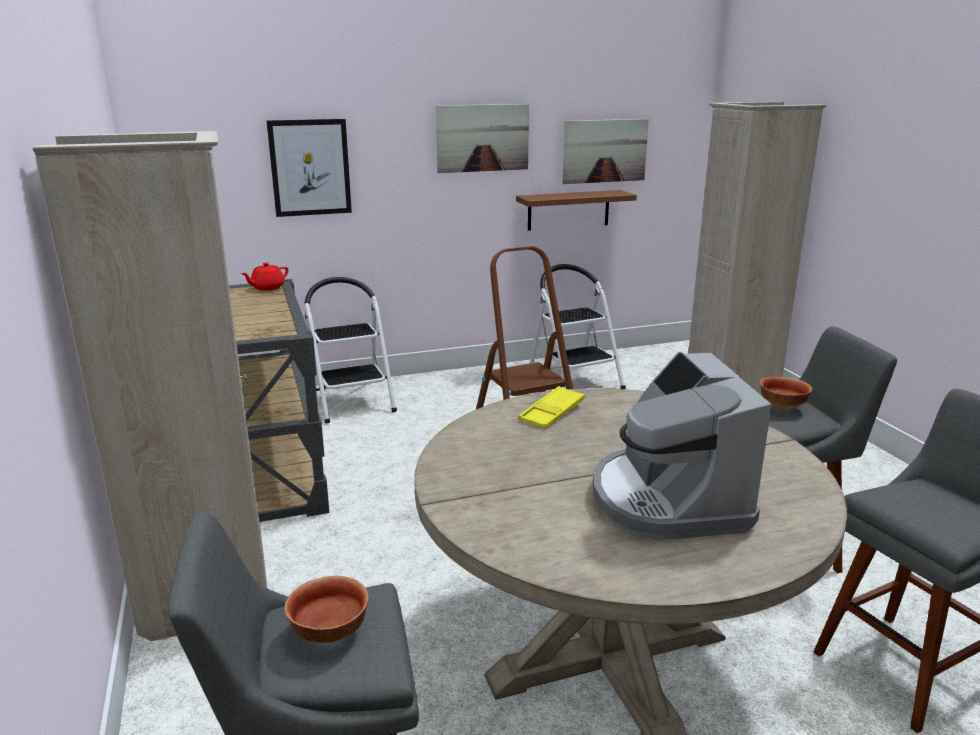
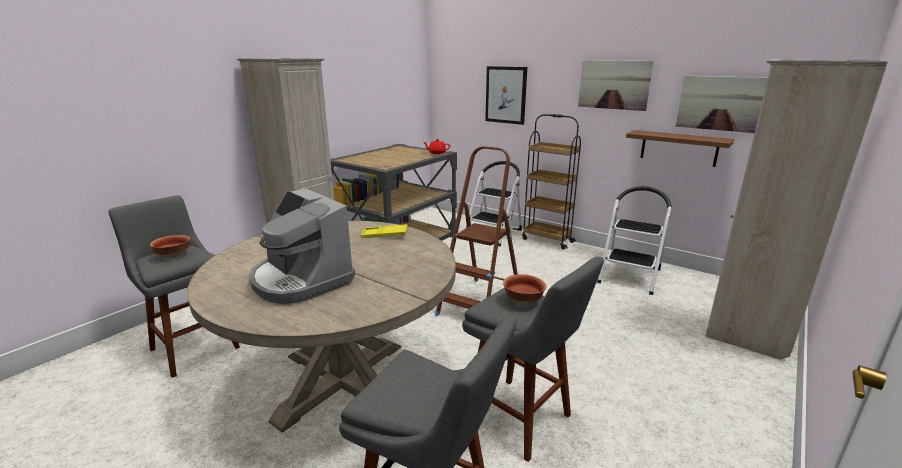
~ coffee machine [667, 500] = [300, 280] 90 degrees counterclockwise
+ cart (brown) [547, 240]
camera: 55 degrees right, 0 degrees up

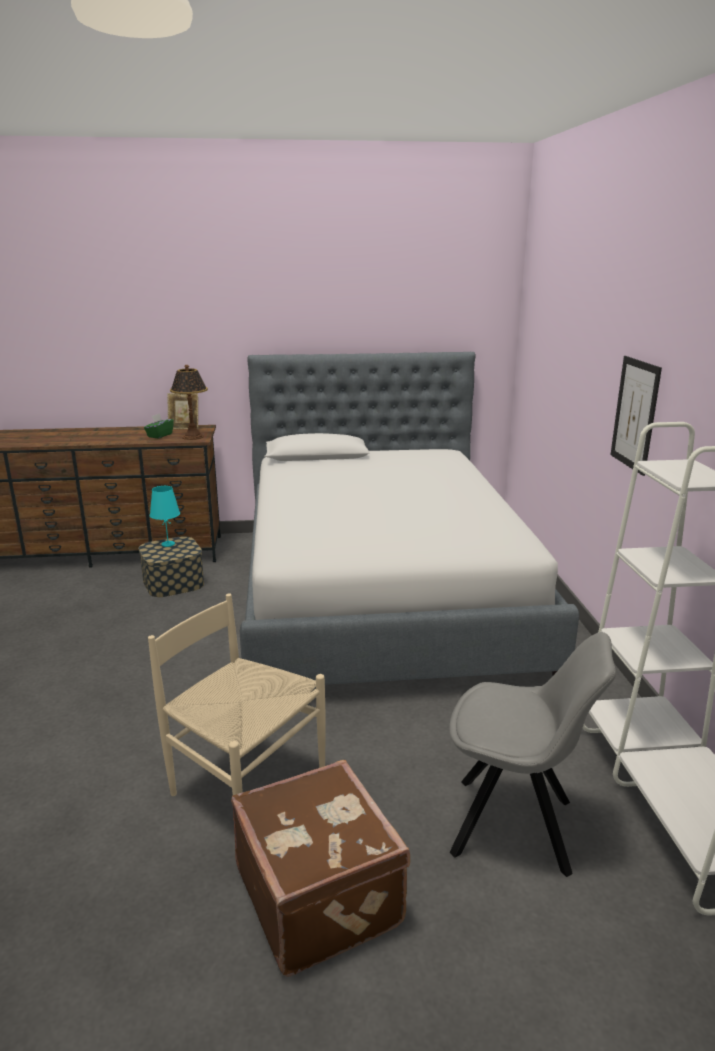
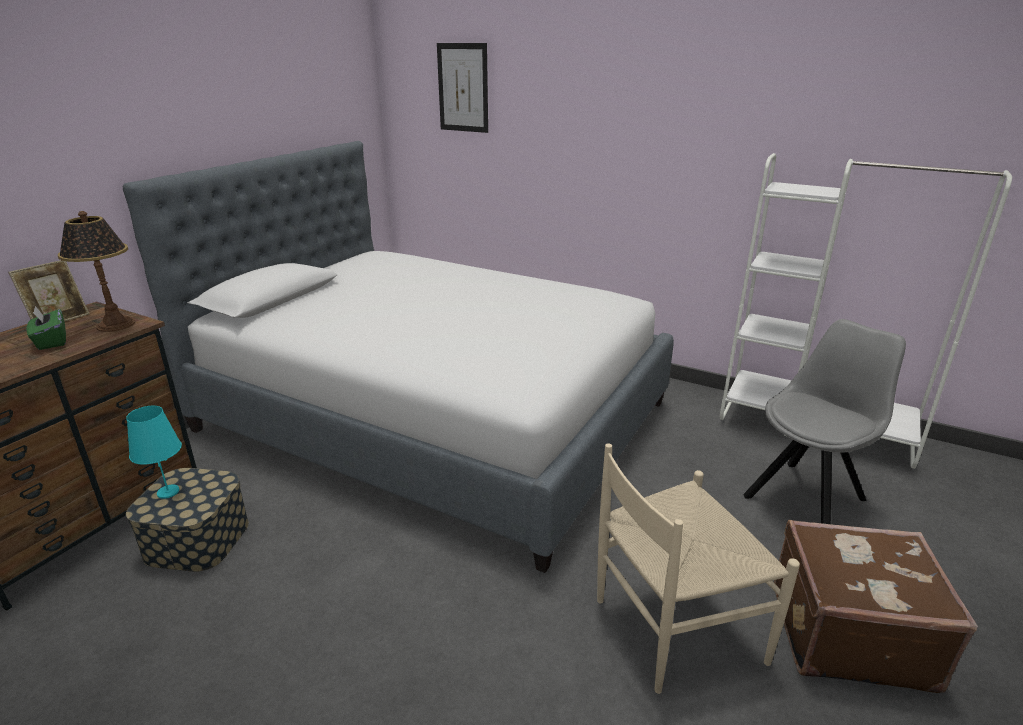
~ picture [635, 414] to [463, 88]
camera: 55 degrees left, 5 degrees up

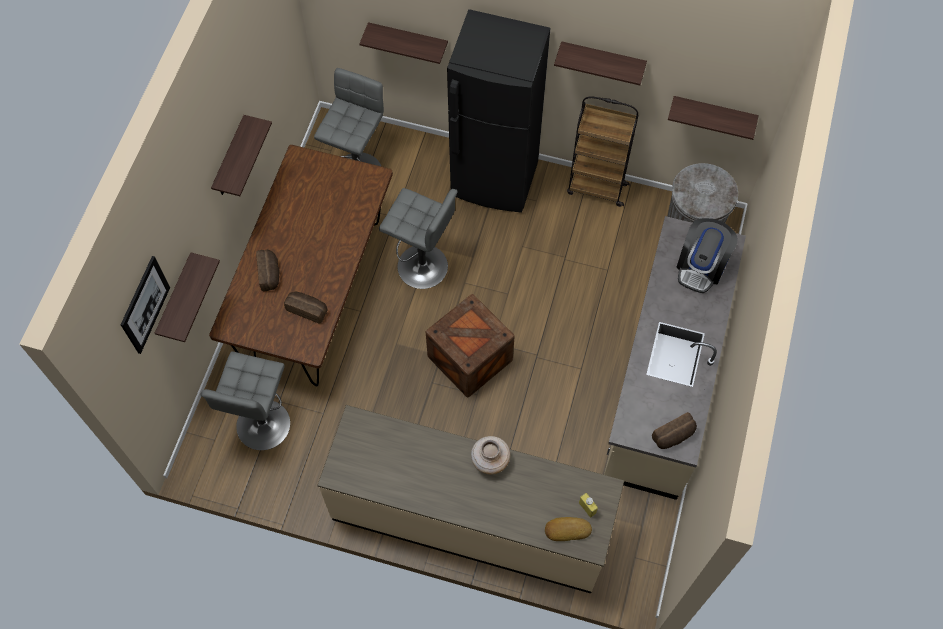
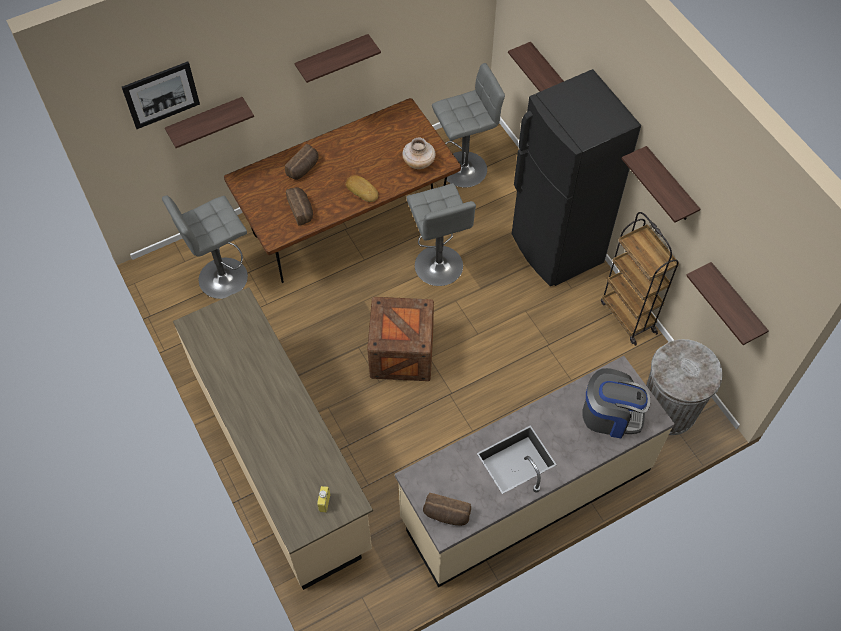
~ coffee machine [701, 266] = [610, 415] 150 degrees counterclockwise
~ vase (beige) [490, 460] to [418, 162]
~ bread [567, 529] to [362, 190]
camera: 45 degrees right, 5 degrees down

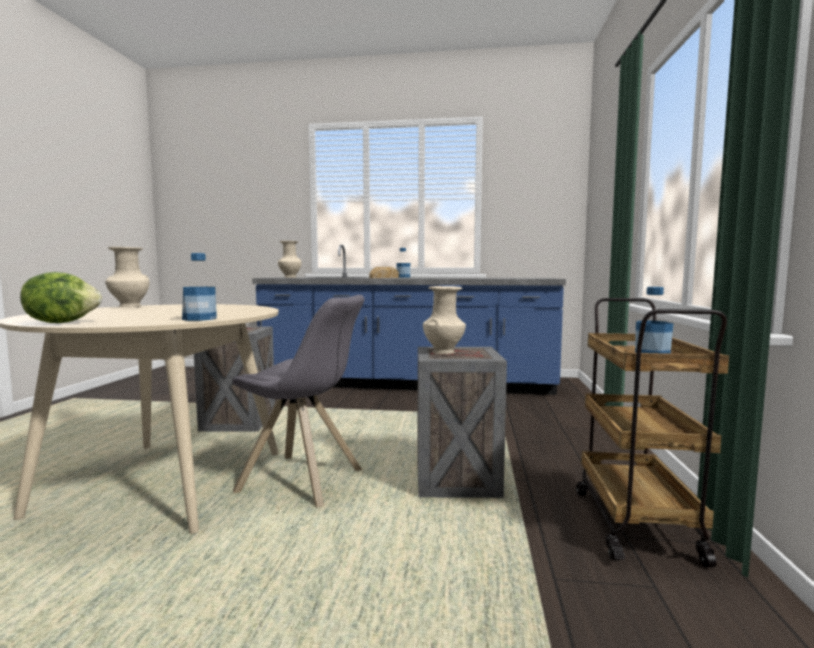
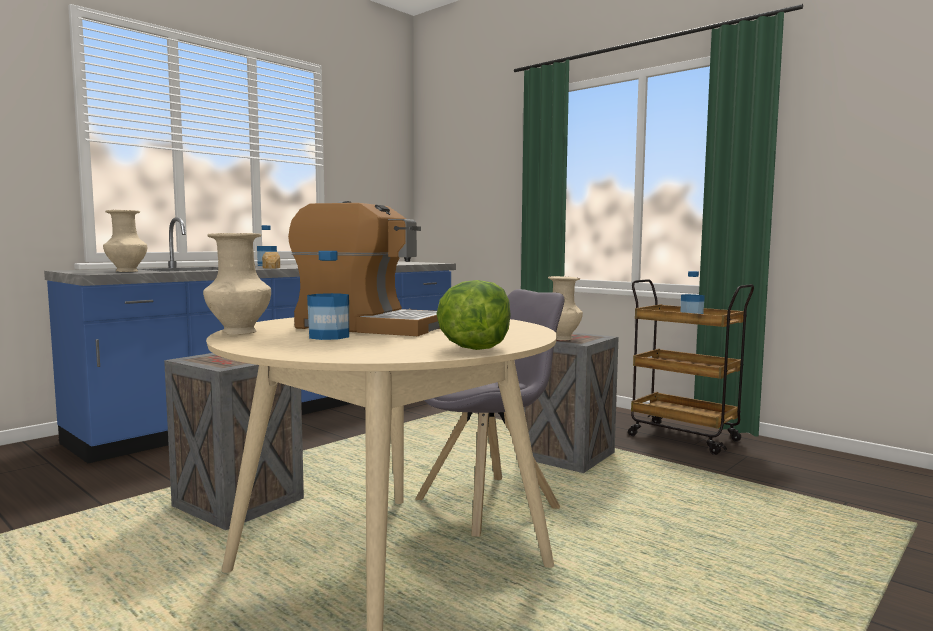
~ bottle [199, 319] to [329, 336]
+ coffee machine [370, 327]
camera: 55 degrees left, 0 degrees up

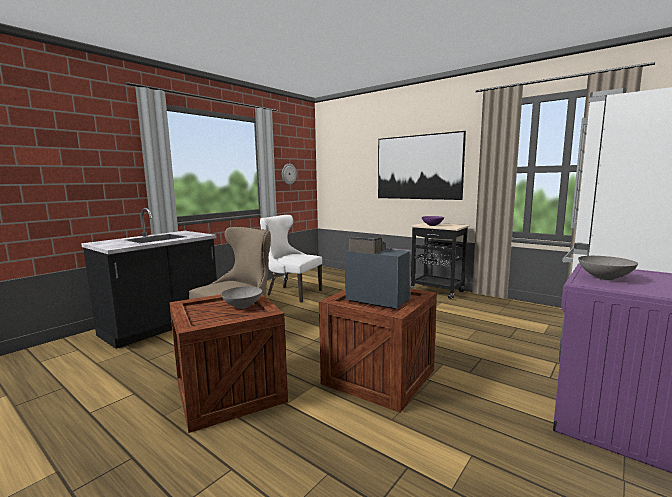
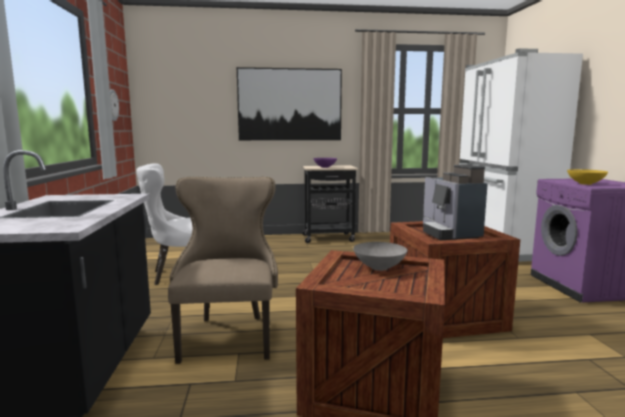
~ coffee machine [376, 299] = [449, 233] 90 degrees counterclockwise
~ bowl (grey) [605, 278] to bowl (yellow) [586, 184]
camera: 45 degrees left, 0 degrees up

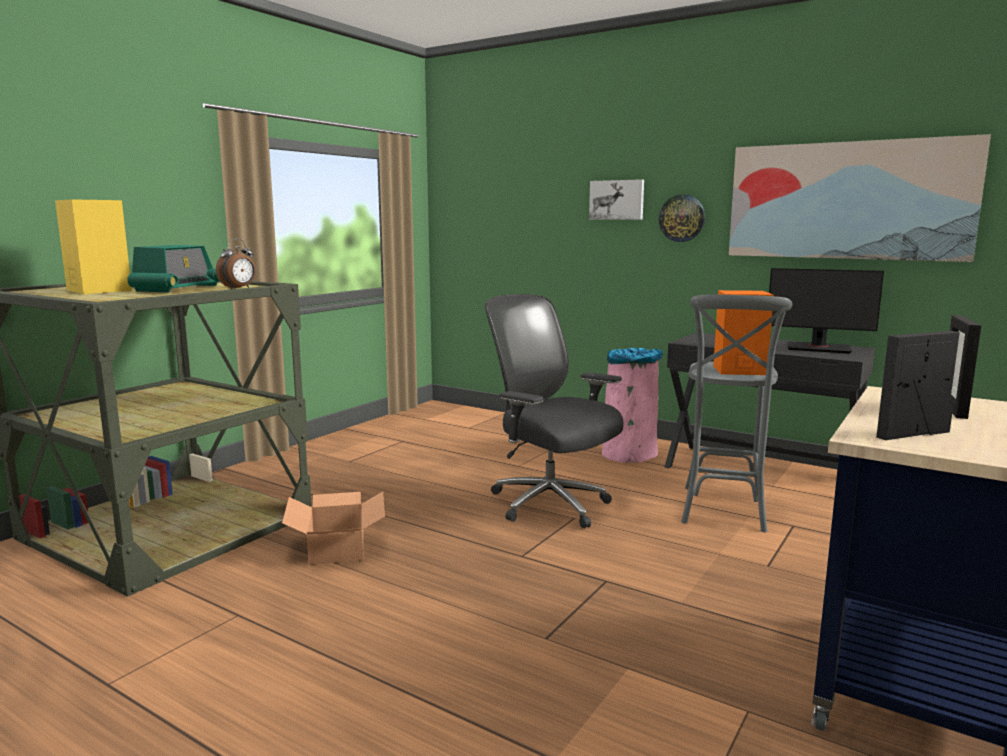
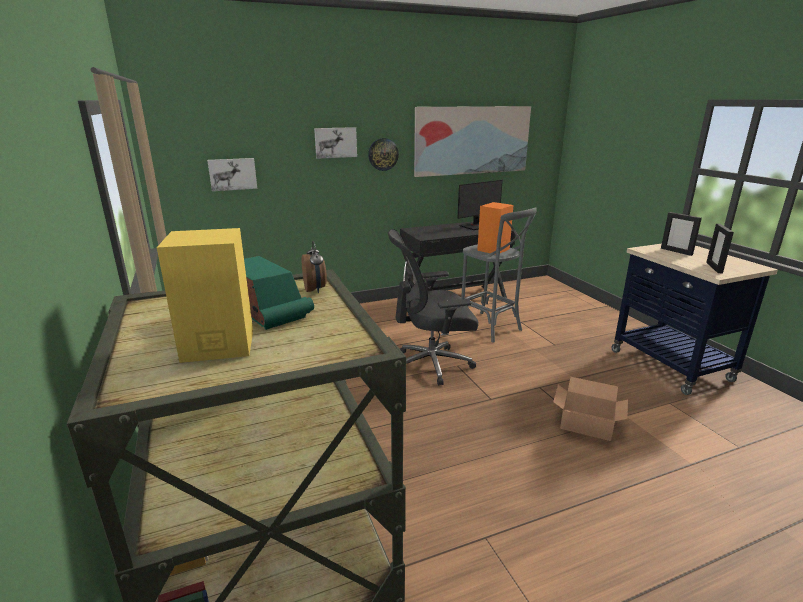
- trash can (pink) [630, 454]
~ cardboard box [336, 548] to [587, 424]
+ picture [232, 174]
camera: 55 degrees left, 10 degrees up

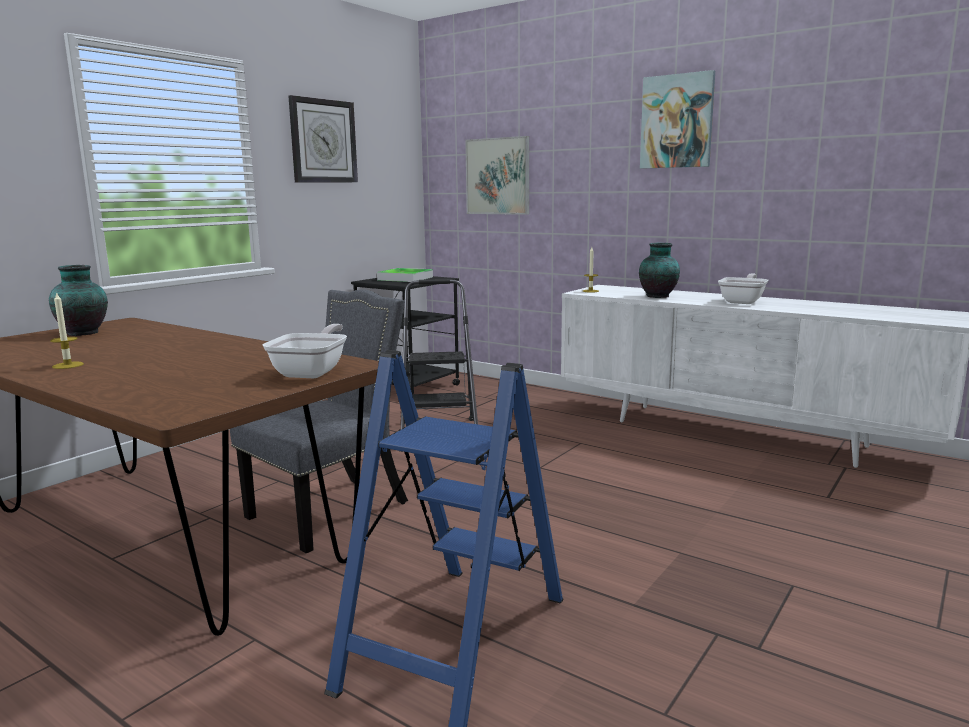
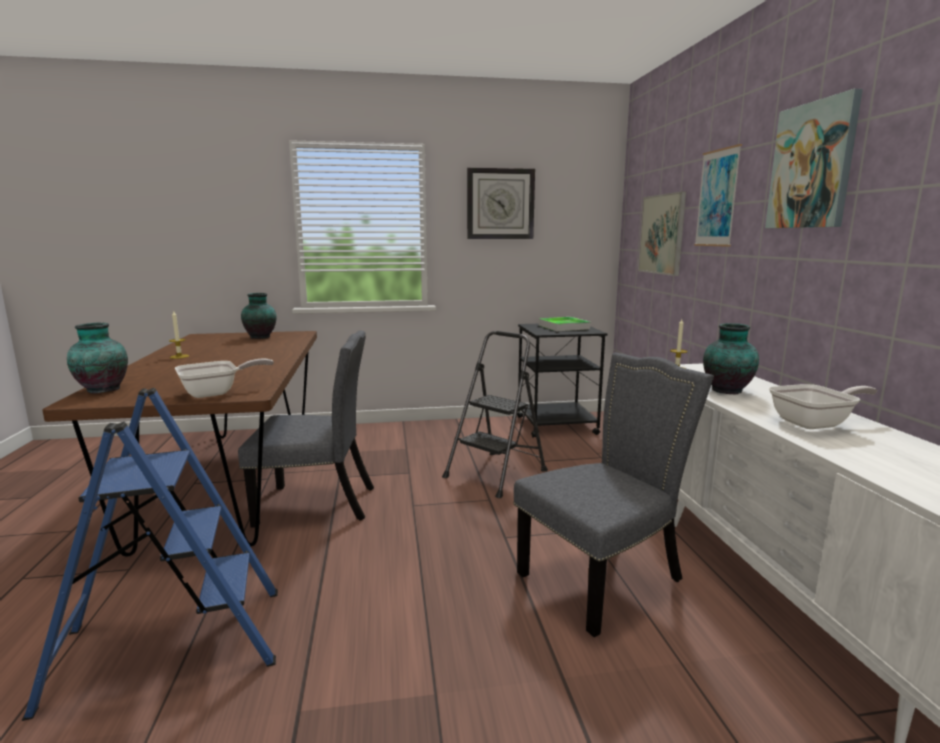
+ picture [717, 198]
+ vase [102, 389]
+ chair (grey) [600, 581]
camera: 45 degrees right, 0 degrees up

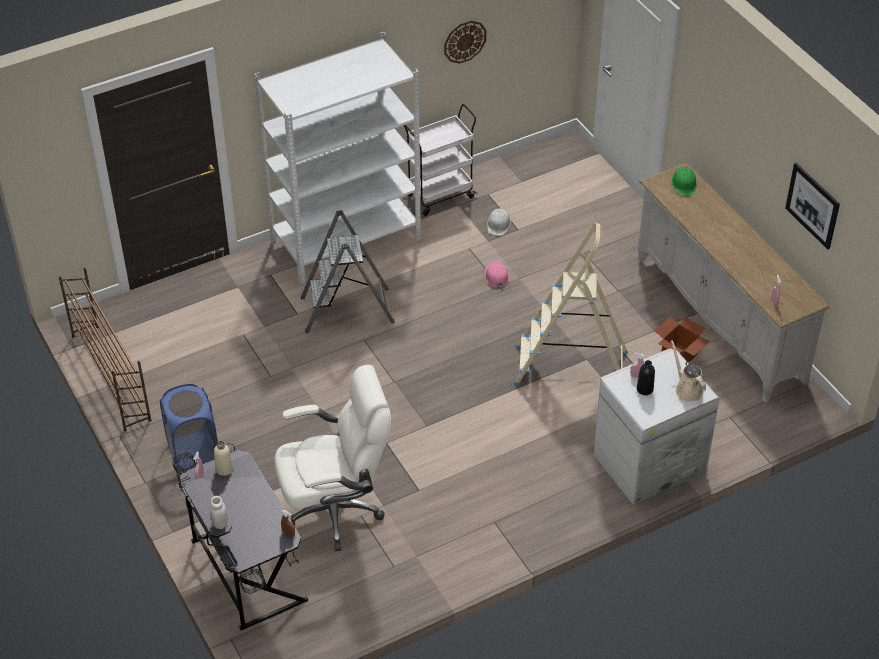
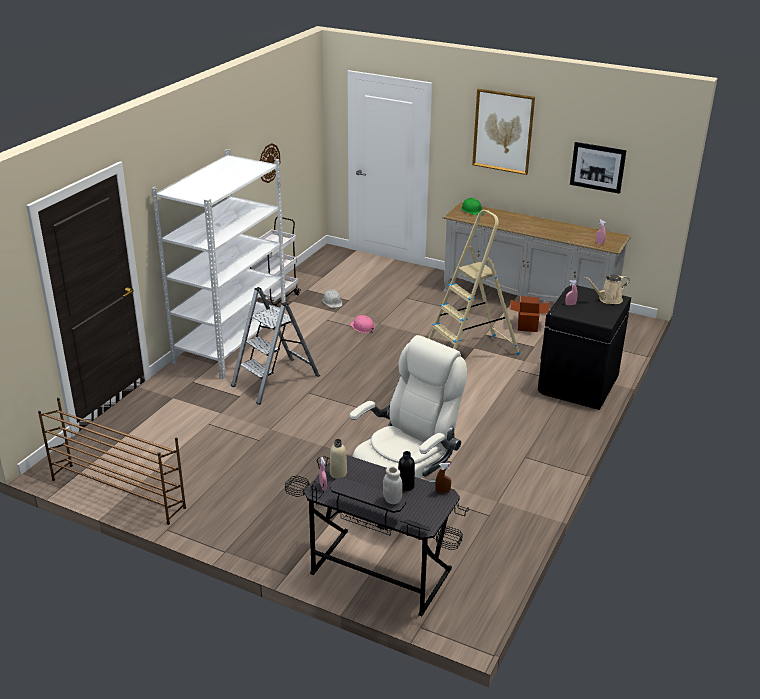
~ watering can (beige) [687, 389] = [608, 299] 45 degrees counterclockwise
~ washing machine (white) [646, 461] to washing machine (black) [577, 384]
~ bottle (black) [644, 389] to [405, 486]
- laundry basket (blue) [193, 452]
+ picture [503, 131]
camera: 35 degrees left, 15 degrees down

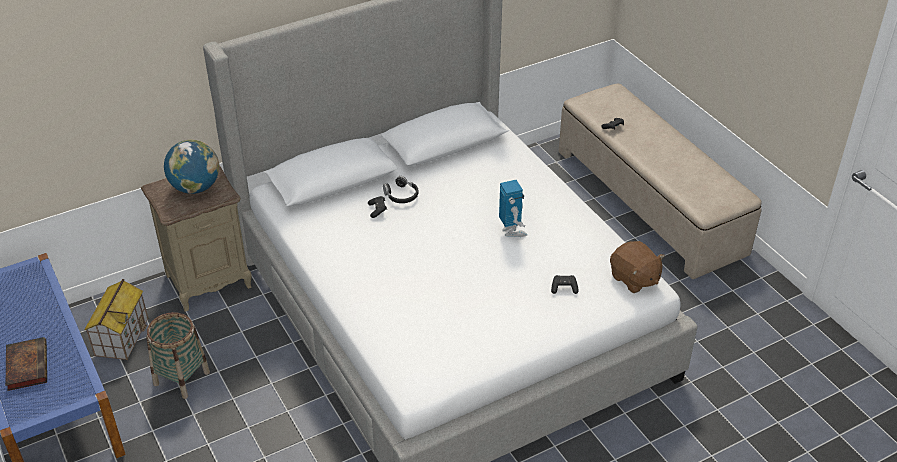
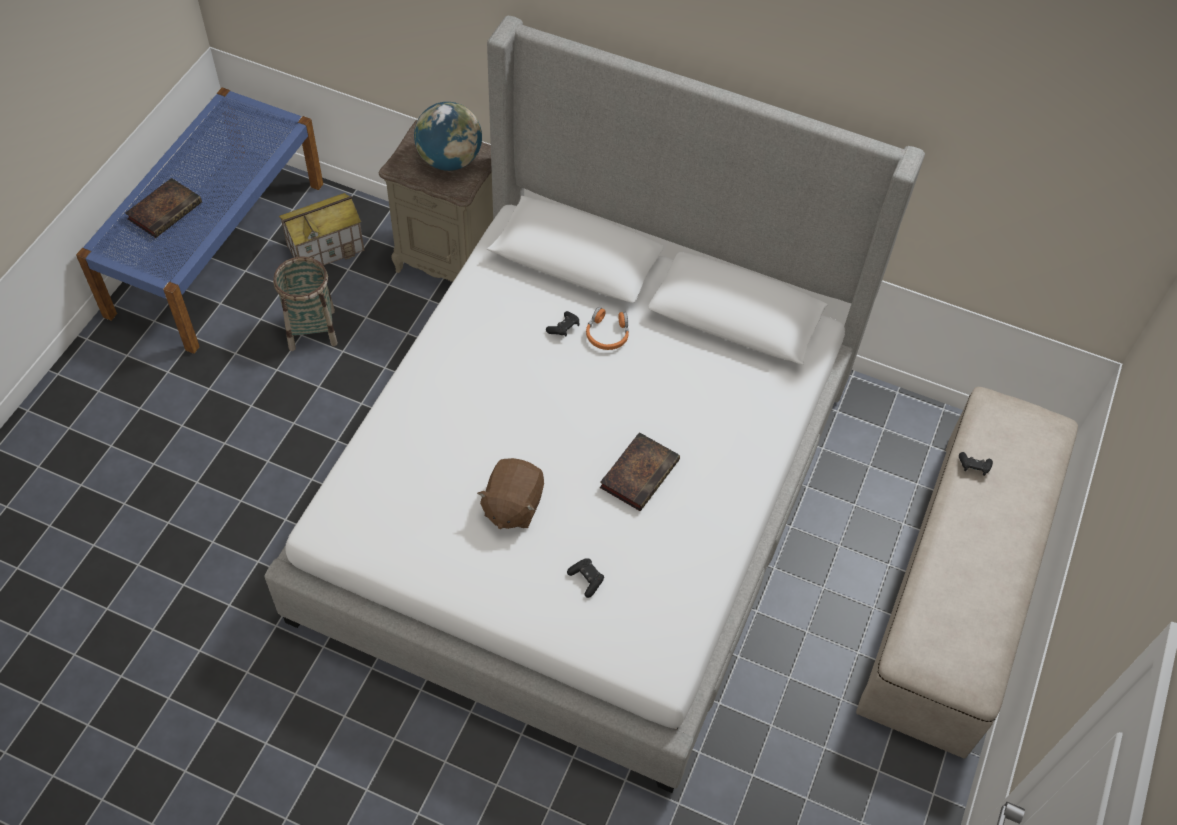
~ headphones (black) [401, 195] to headphones (orange) [607, 334]
~ toy robot [512, 231] to book [640, 472]
~ plush toy (brown) [634, 279] to [512, 505]
camera: 50 degrees right, 15 degrees up

